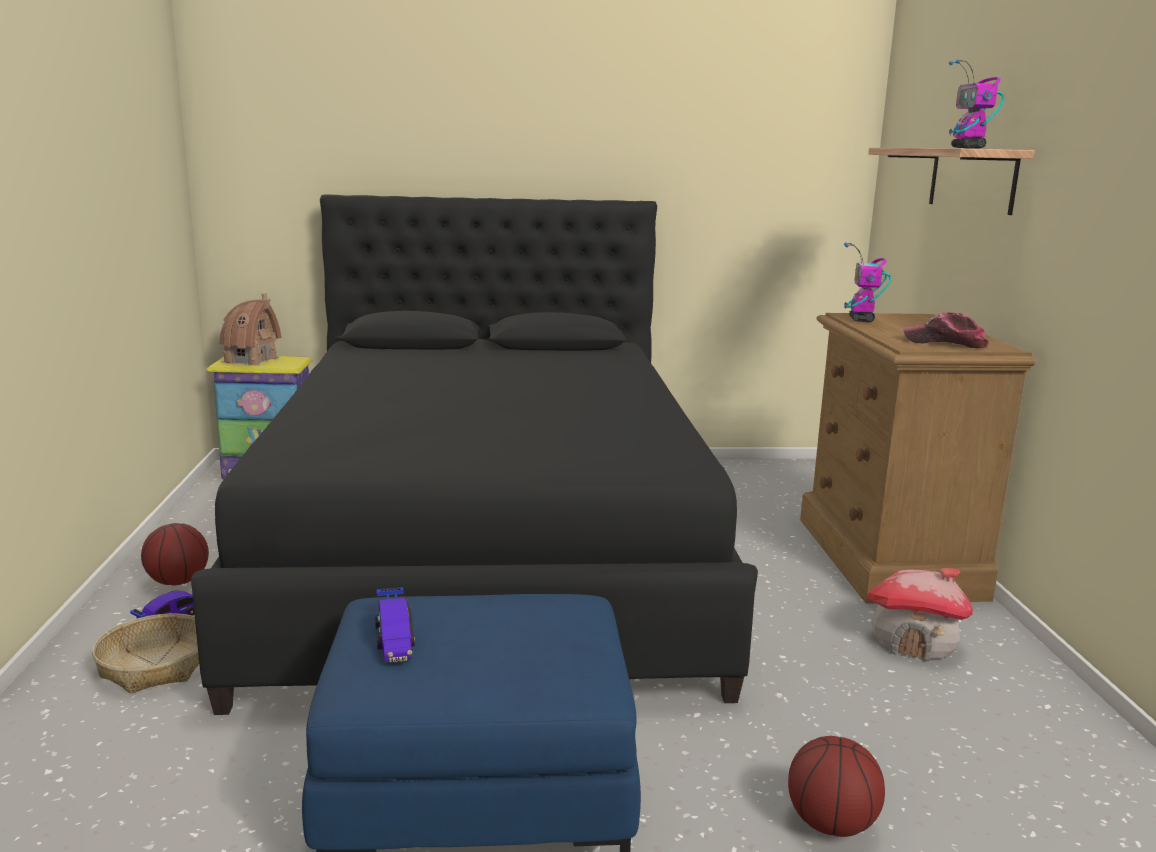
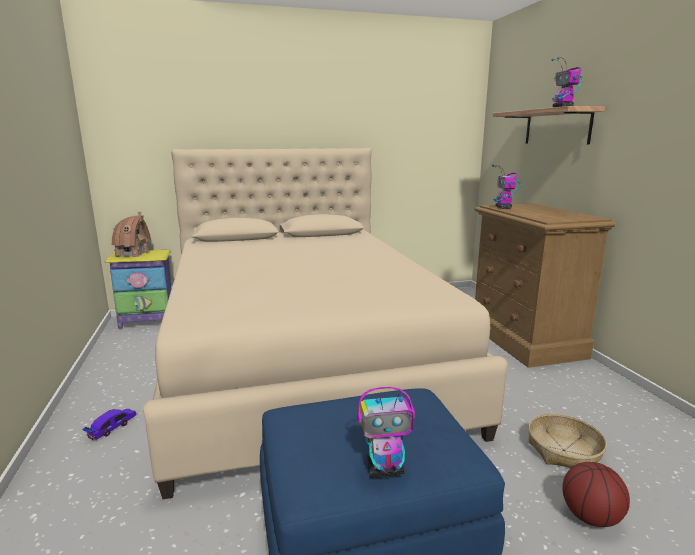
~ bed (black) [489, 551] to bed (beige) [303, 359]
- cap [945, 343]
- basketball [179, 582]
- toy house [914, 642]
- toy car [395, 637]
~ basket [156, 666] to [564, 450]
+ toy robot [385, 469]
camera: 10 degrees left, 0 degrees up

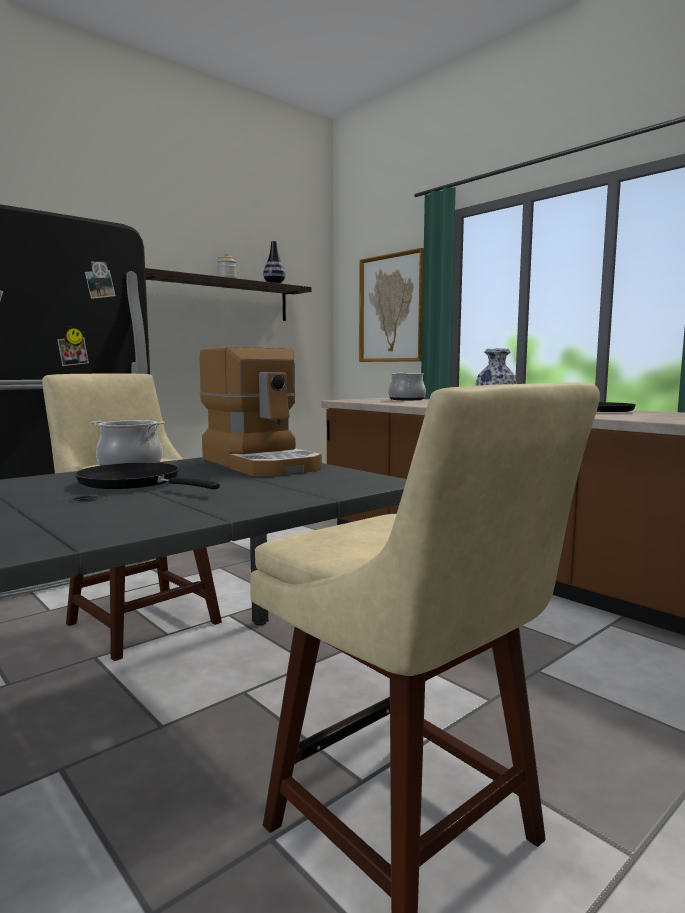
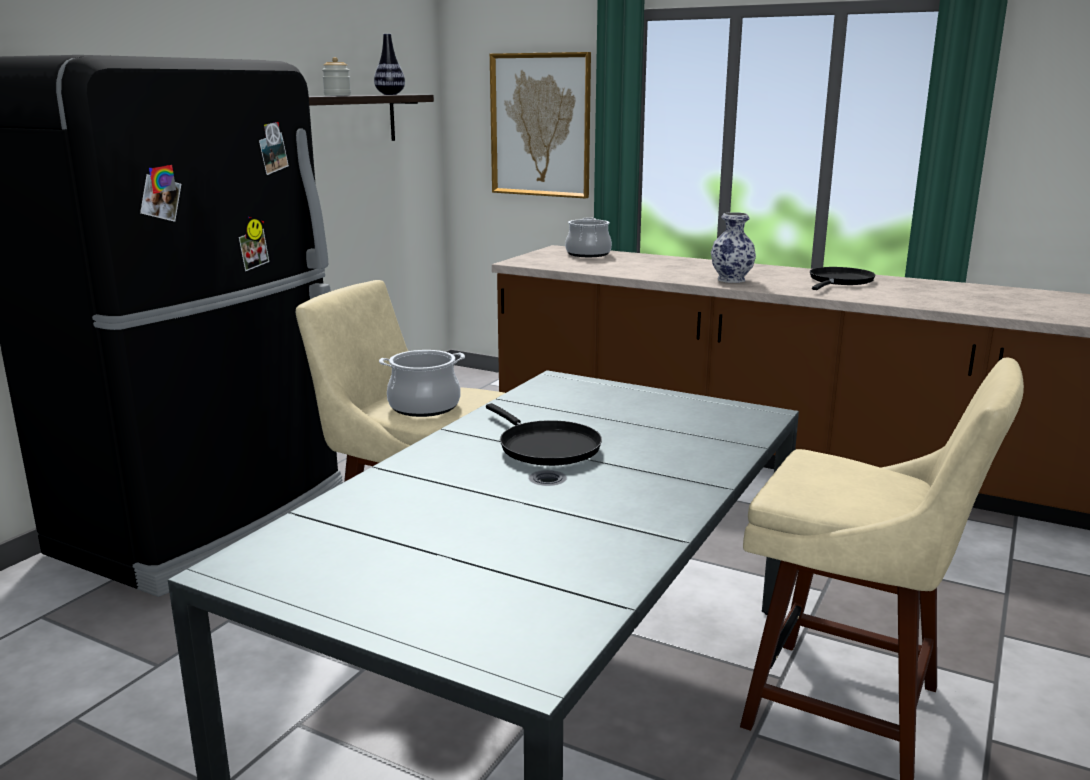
- coffee machine [262, 464]
~ frying pan (black) [135, 483] = [545, 447] 135 degrees counterclockwise
camera: 20 degrees left, 10 degrees up

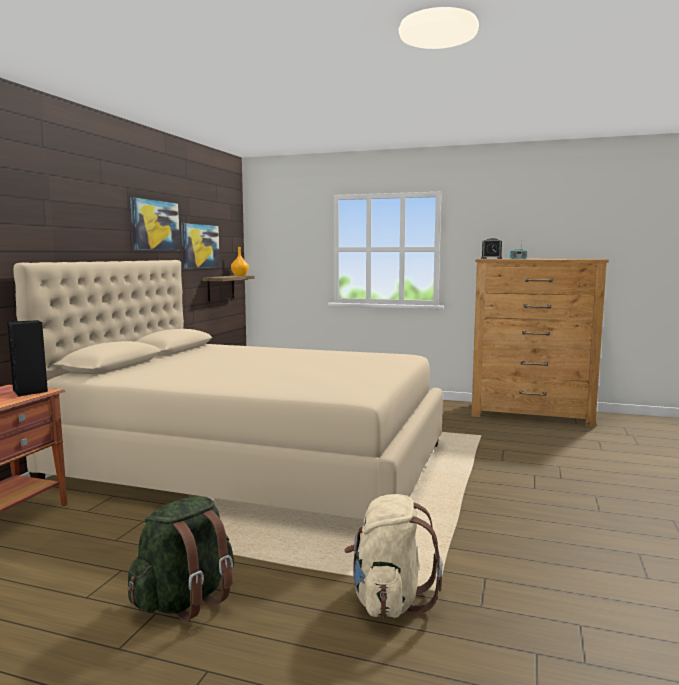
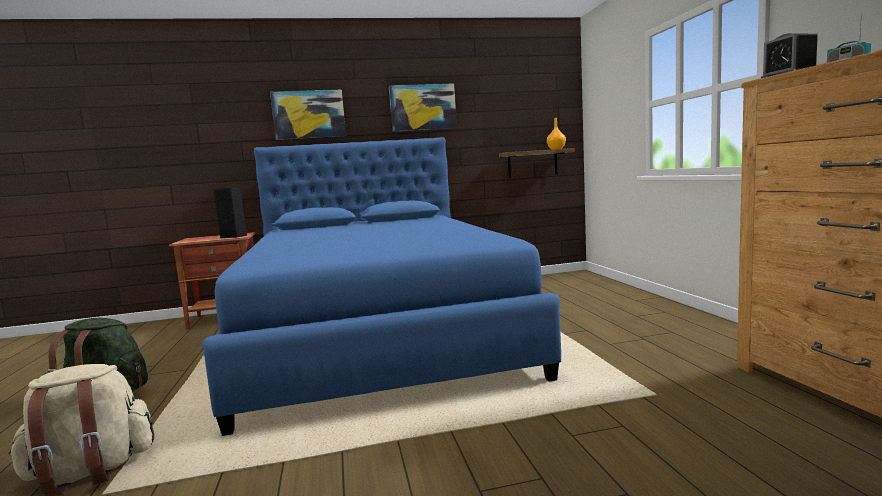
~ picture [200, 246] to [309, 114]
~ bed (beige) [254, 464] to bed (blue) [379, 334]
camera: 60 degrees right, 0 degrees up

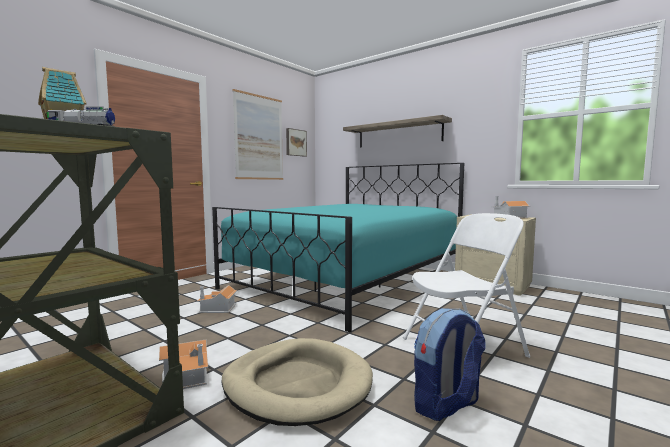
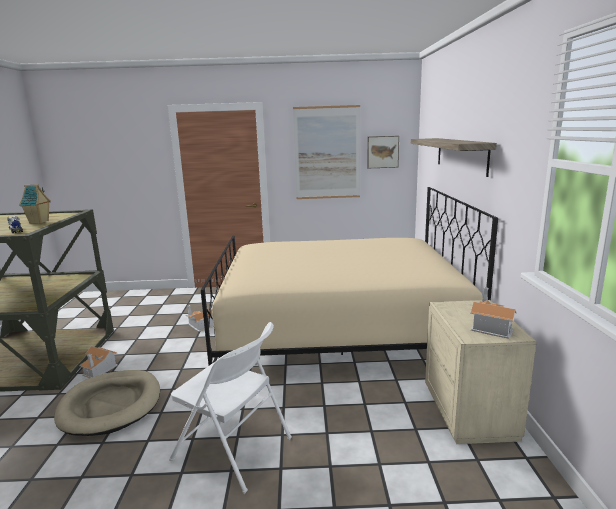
~ bed (turquoise) [348, 280] to bed (beige) [339, 333]
- backpack [446, 405]
camera: 50 degrees right, 10 degrees up

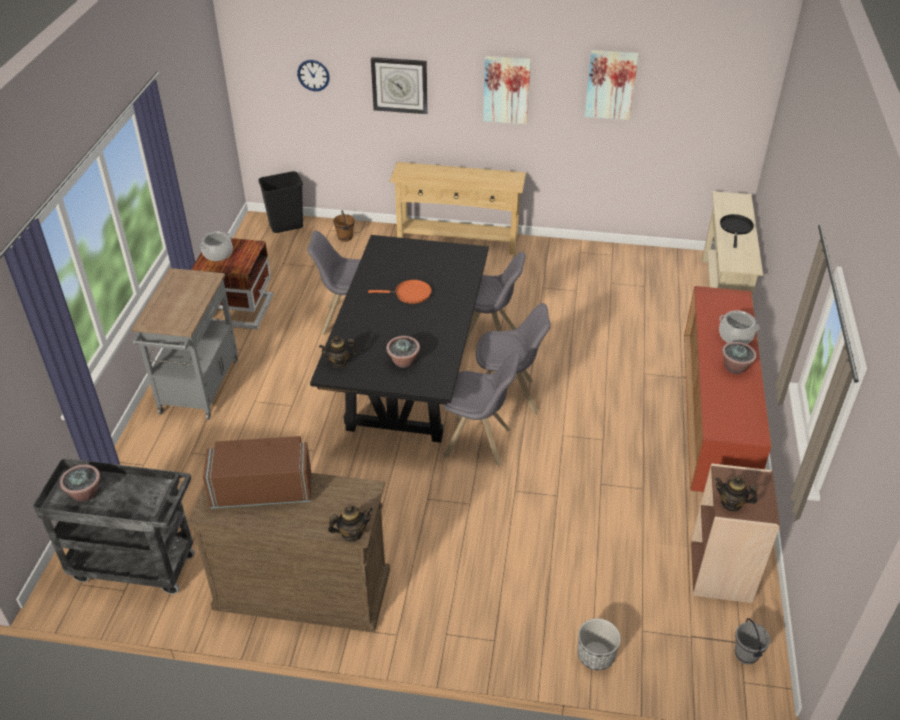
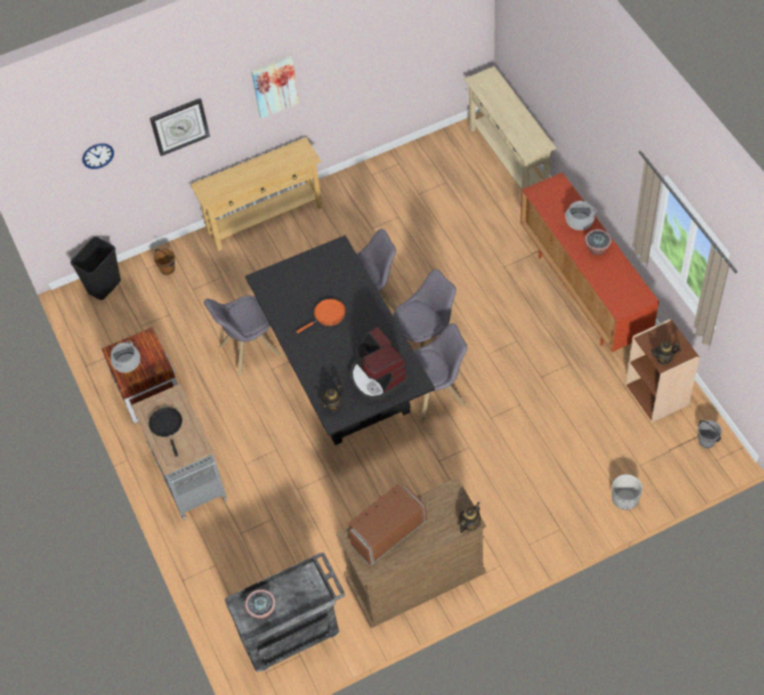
- picture [610, 84]
~ frying pan (black) [736, 228] to [167, 426]
~ potted plant [403, 362] to coffee machine [377, 377]
camera: 30 degrees left, 15 degrees up

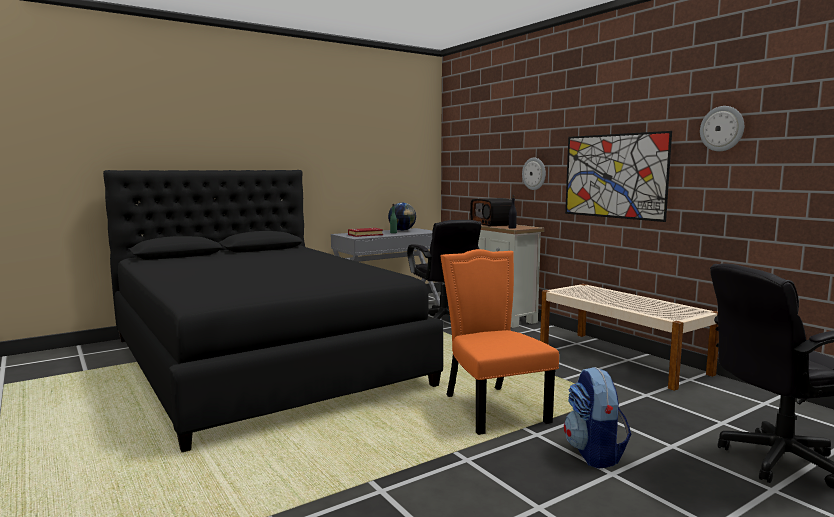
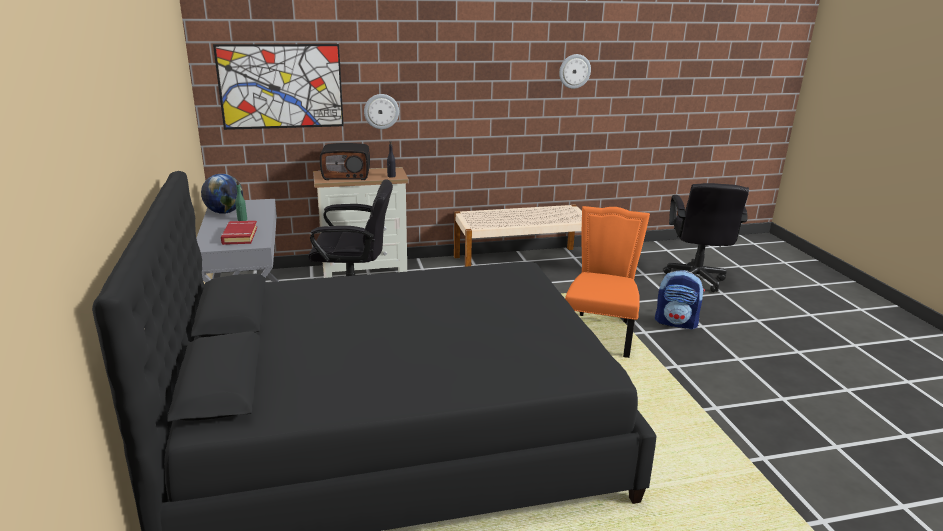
~ picture [614, 176] to [281, 86]
~ chair (orange) [494, 410] = [599, 336] 105 degrees clockwise
camera: 70 degrees left, 15 degrees up

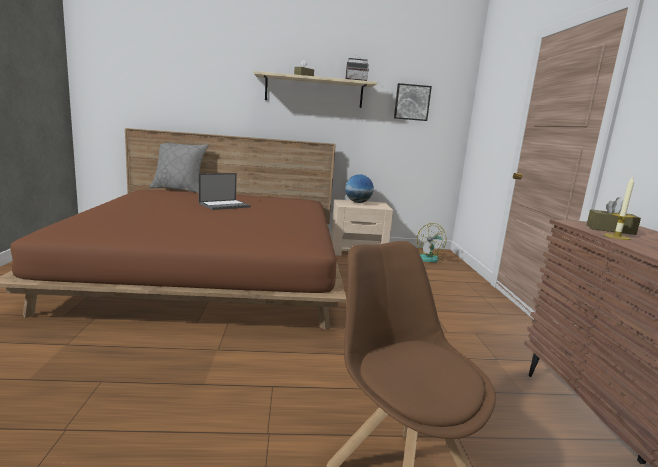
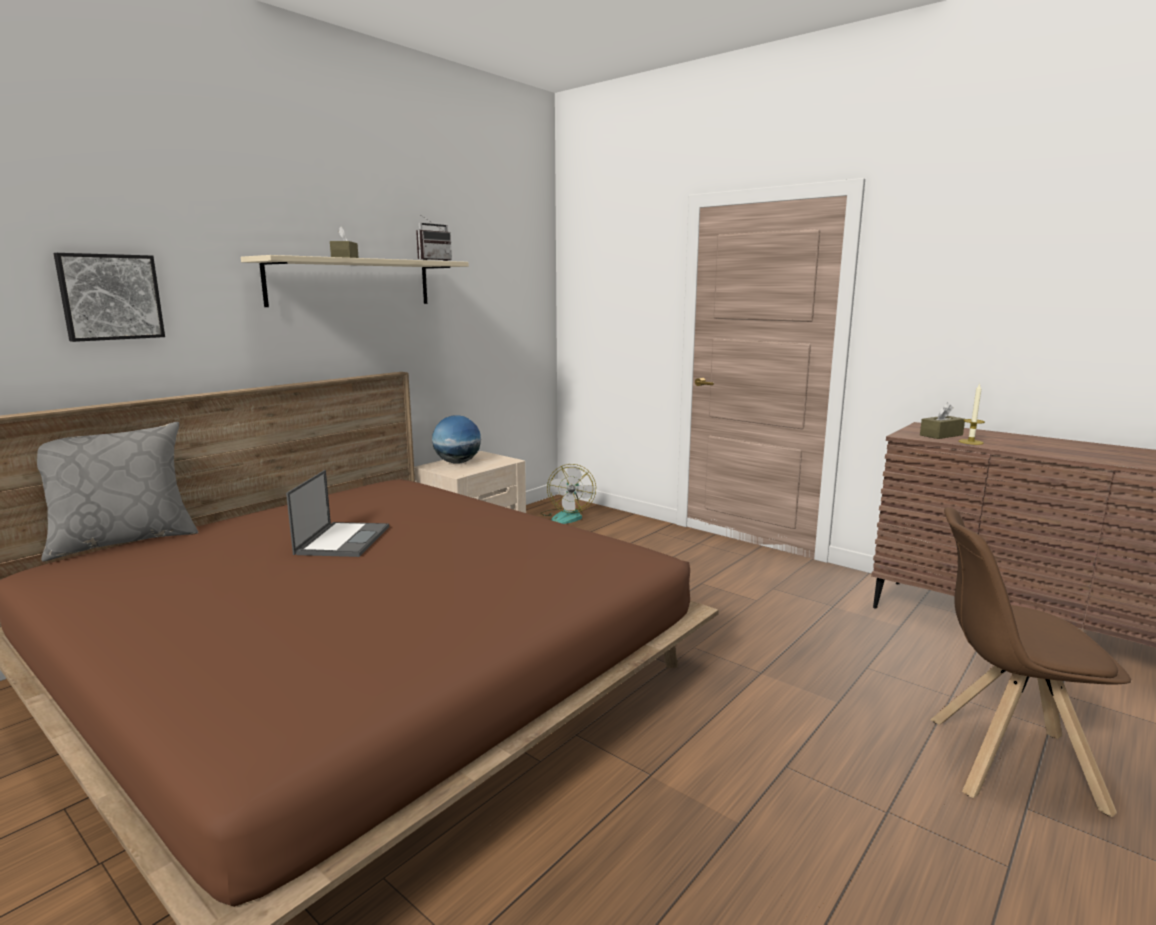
~ picture [412, 102] to [110, 297]
camera: 45 degrees left, 0 degrees up

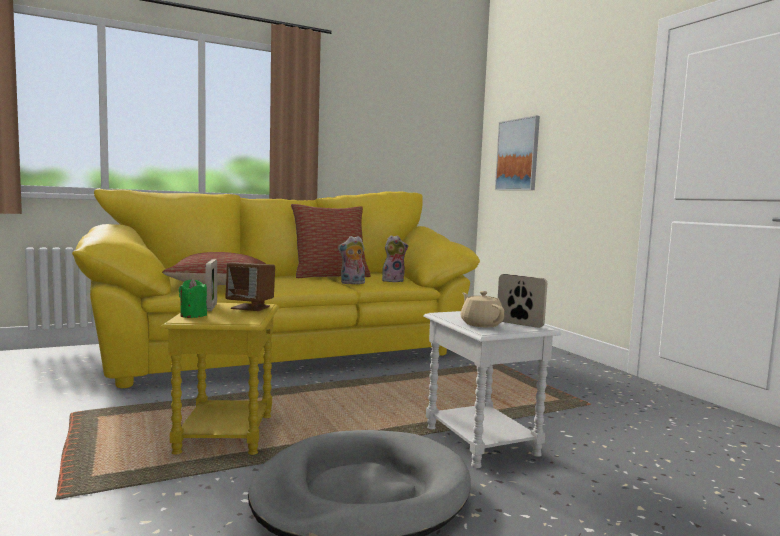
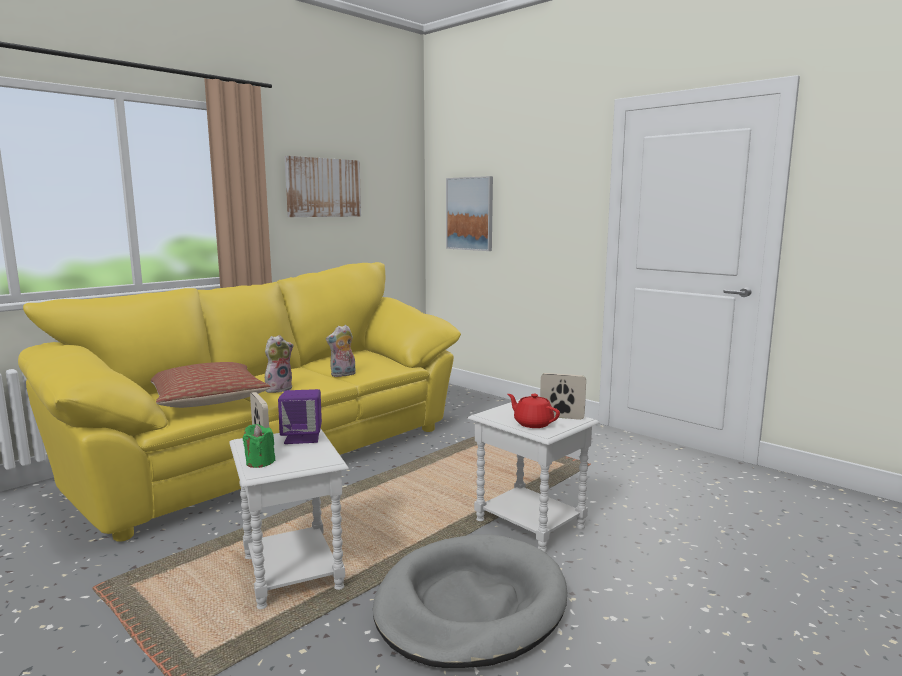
- pillow [330, 276]
~ plush toy [393, 280] to [279, 389]
~ speaker (brown) [251, 307] to speaker (purple) [302, 438]
~ teapot (beige) [481, 324] to teapot (red) [532, 423]
~ side table (yellow) [223, 434] to side table (white) [290, 573]
+ picture [323, 187]
camera: 20 degrees left, 5 degrees up

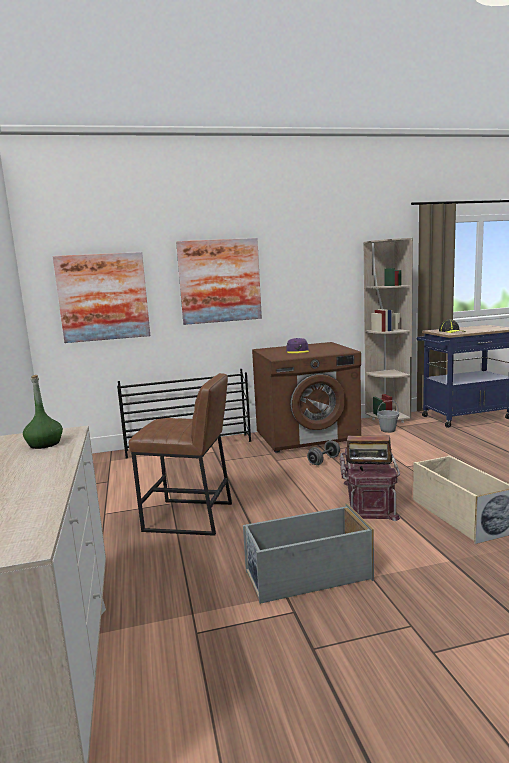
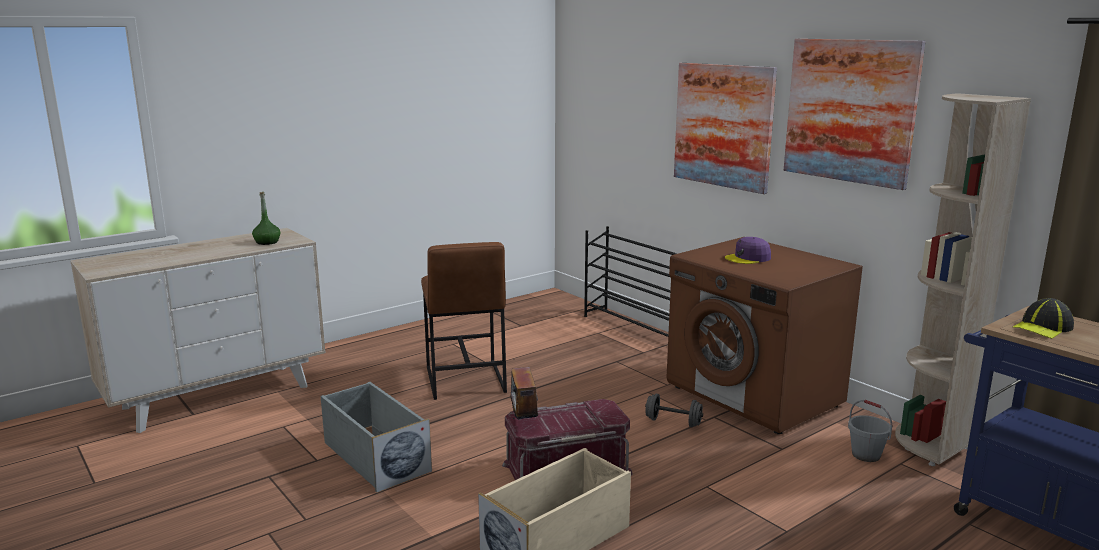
~ picture [103, 297] to [850, 111]
camera: 65 degrees right, 5 degrees up

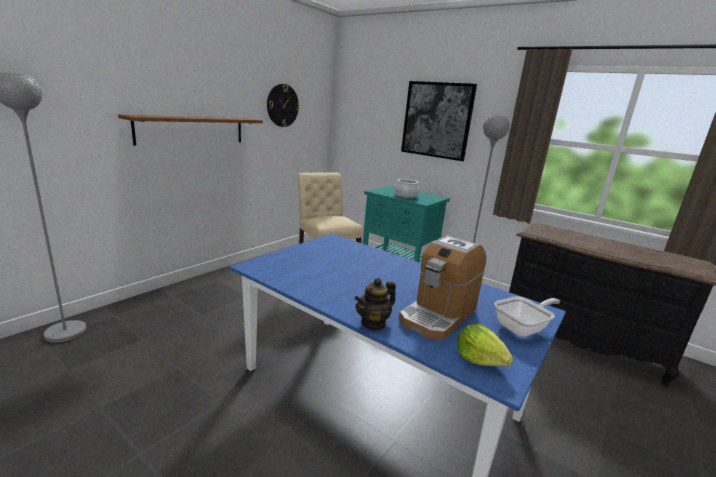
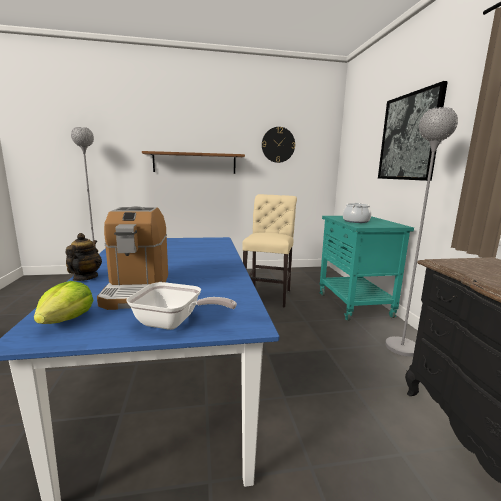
~ coffee machine [438, 315] = [137, 289] 90 degrees counterclockwise
~ teapot [373, 323] = [85, 278] 90 degrees clockwise
camera: 45 degrees right, 5 degrees down

